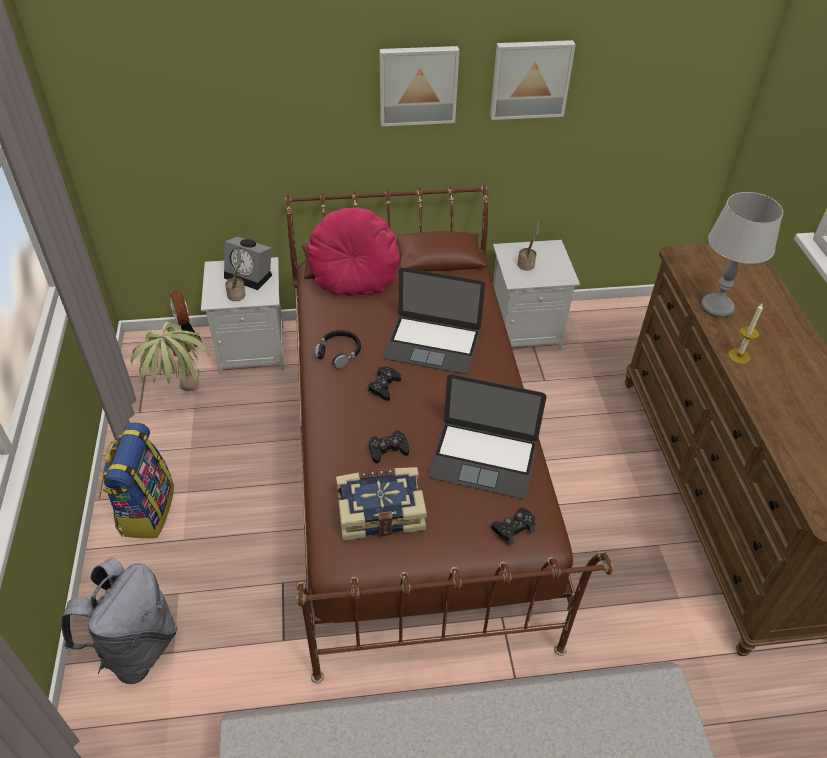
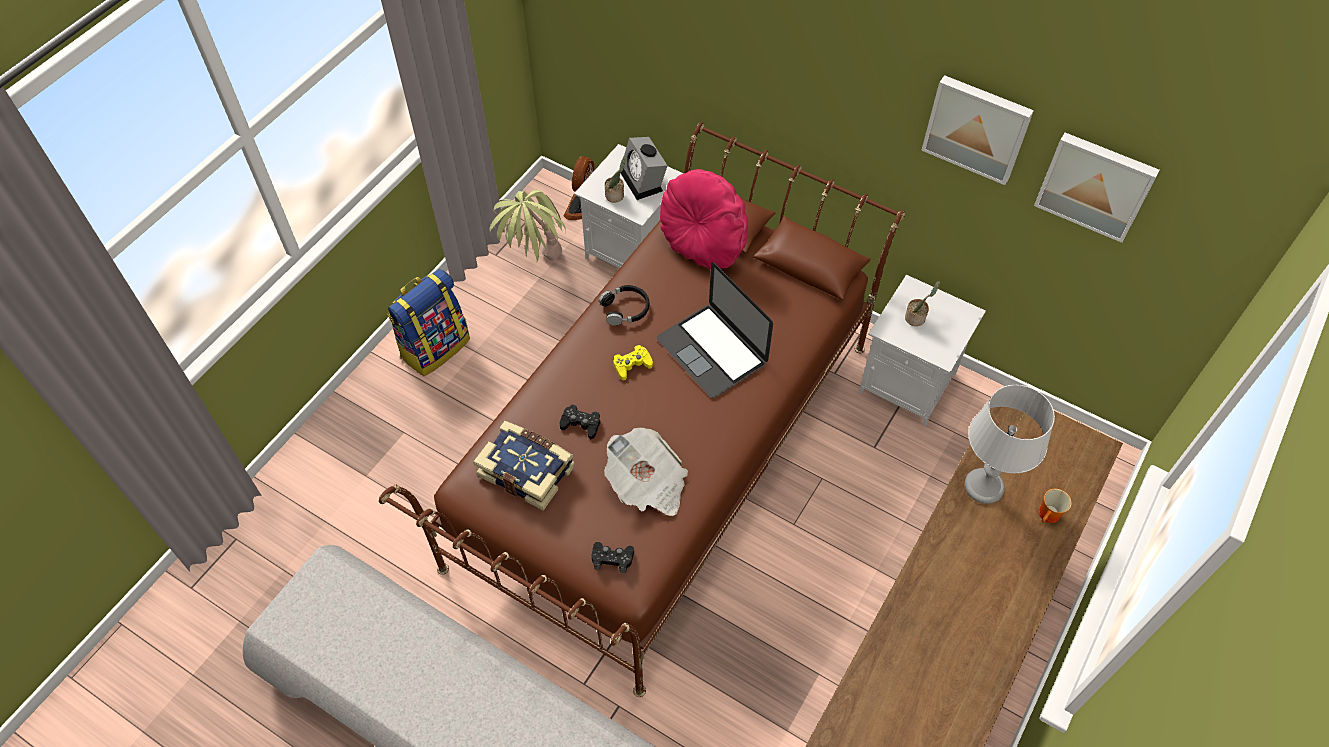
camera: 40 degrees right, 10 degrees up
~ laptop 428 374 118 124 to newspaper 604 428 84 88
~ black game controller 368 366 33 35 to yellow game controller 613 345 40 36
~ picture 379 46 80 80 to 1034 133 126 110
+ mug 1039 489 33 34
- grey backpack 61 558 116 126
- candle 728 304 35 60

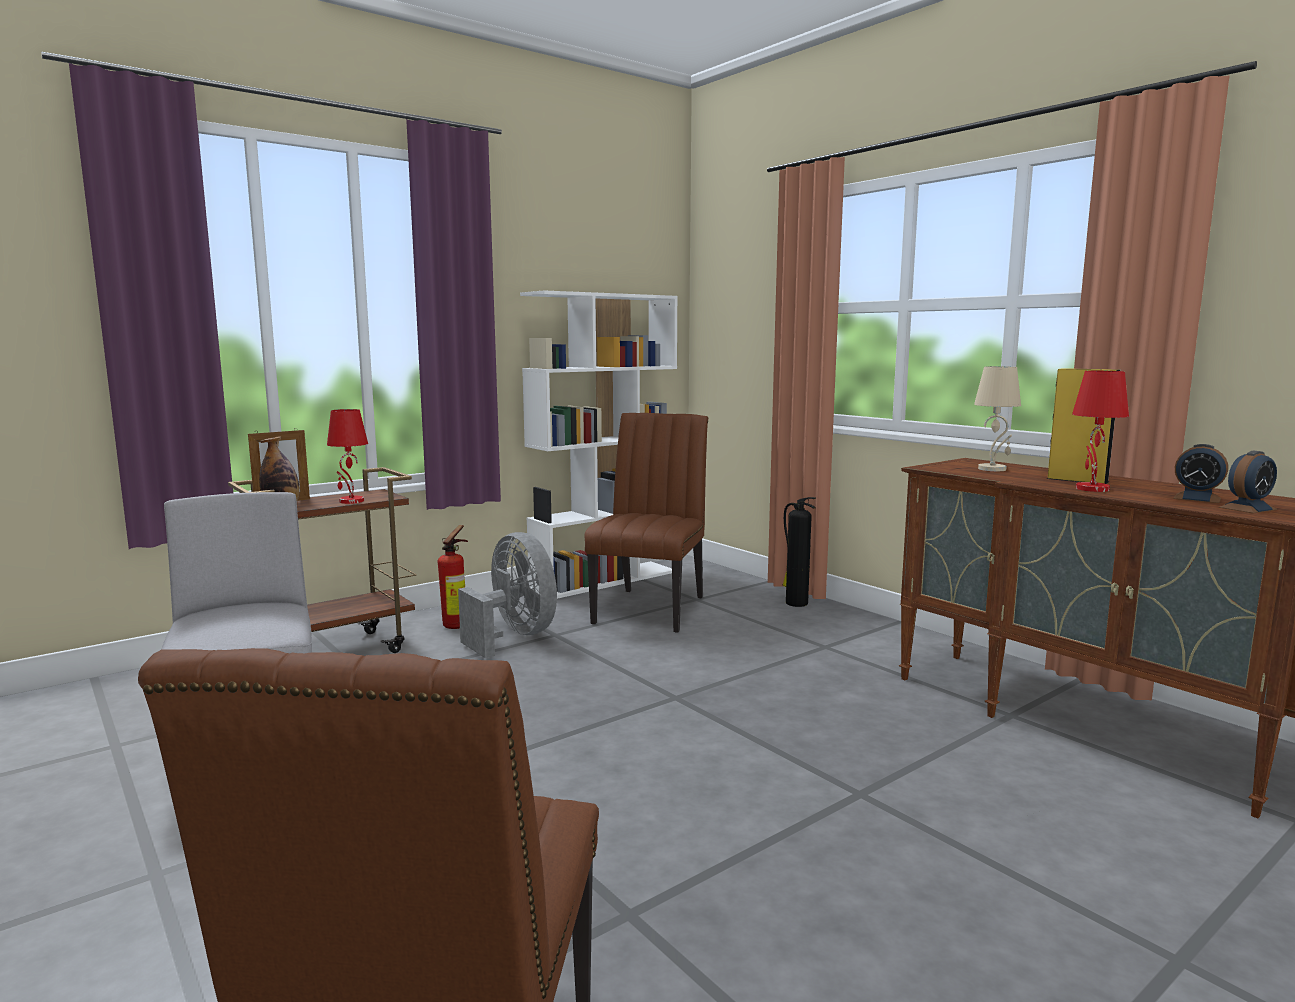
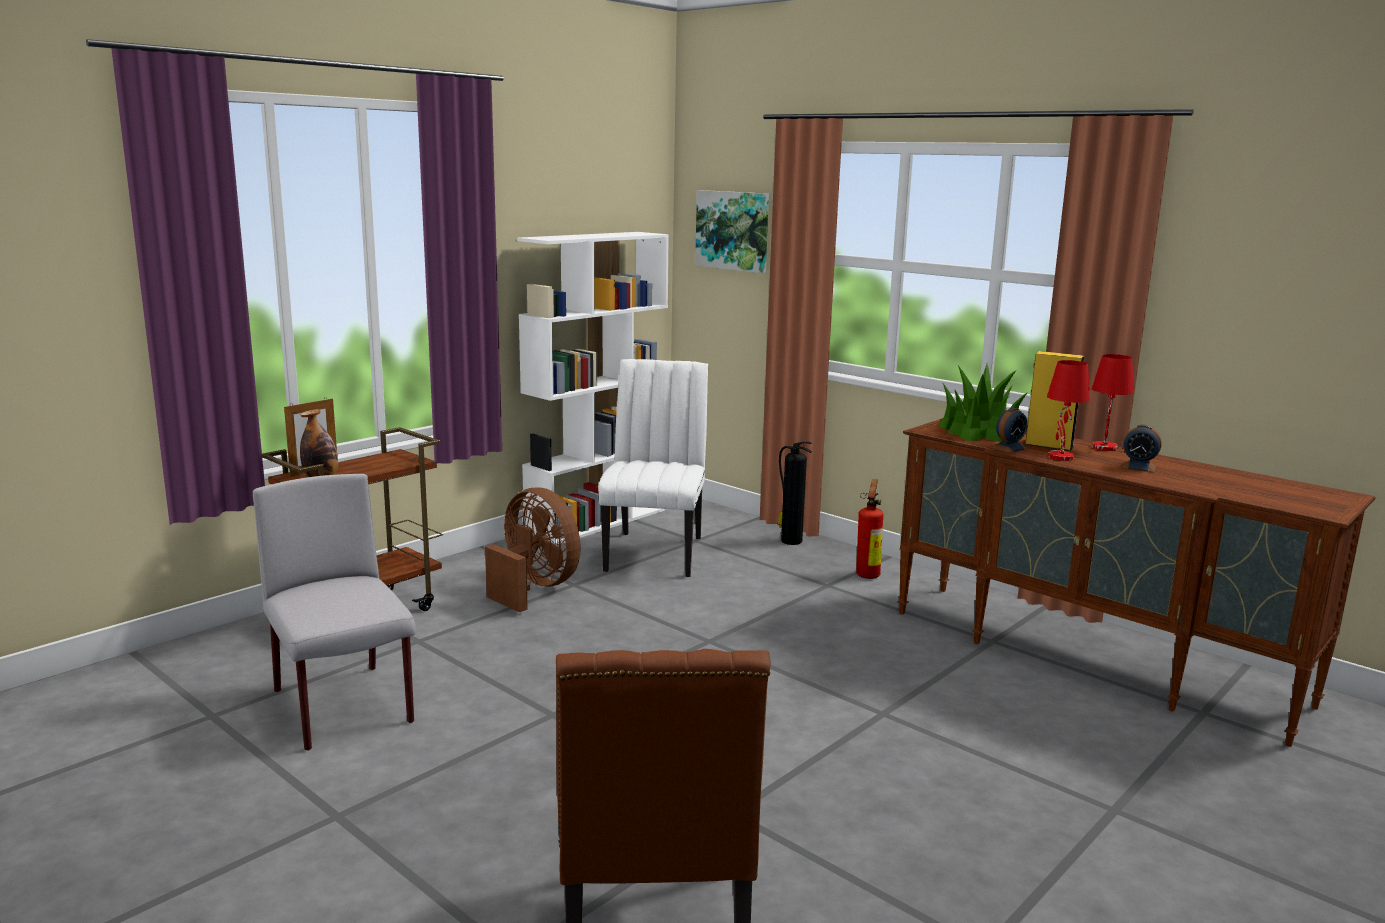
camera: 10 degrees left, 5 degrees up
~ grey fan 458 532 99 126 to brown fan 485 487 96 125
~ brown chair 584 413 124 220 to white chair 598 359 110 218
+ picture 695 190 74 83
~ fire extinguisher 438 525 30 104 to 856 479 27 100
~ beige table lamp 974 366 47 105 to potted plant 938 364 90 78
~ alarm clock 1219 451 58 63 to 991 408 37 45
~ red table lamp 327 409 41 95 to 1092 354 42 97

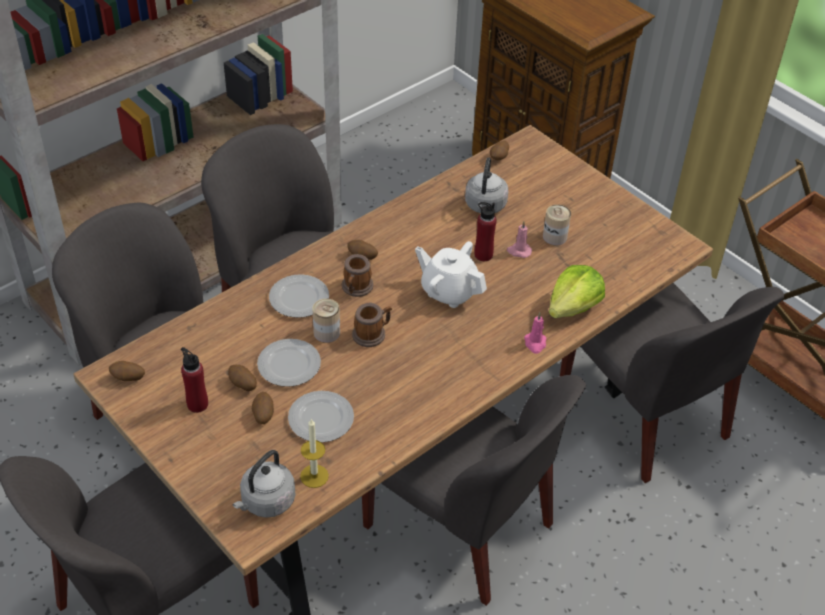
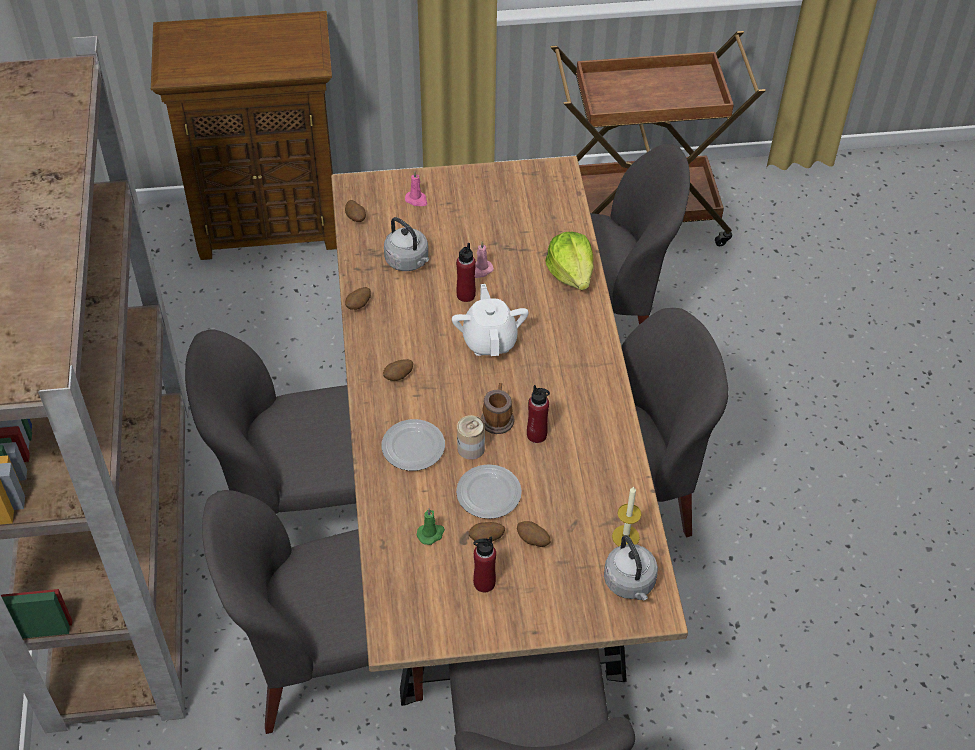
camera: 55 degrees left, 5 degrees up
~ potato 109 361 36 20 to 345 287 26 23
~ pink candle 524 313 22 41 to 405 171 22 35
+ green candle 417 508 28 37
~ white teapot 415 241 72 67 = 452 284 77 72 105 degrees clockwise
+ red bottle 527 385 23 58
- plate 288 391 66 52
- mug 342 254 32 43
- can 543 204 28 41

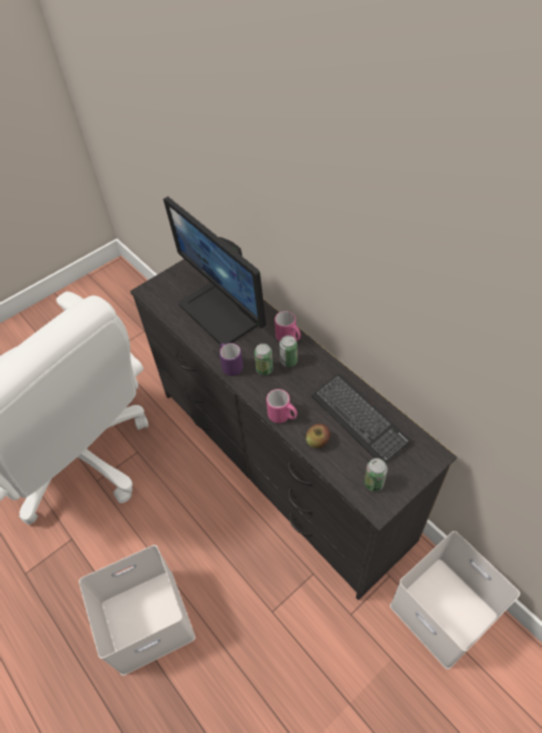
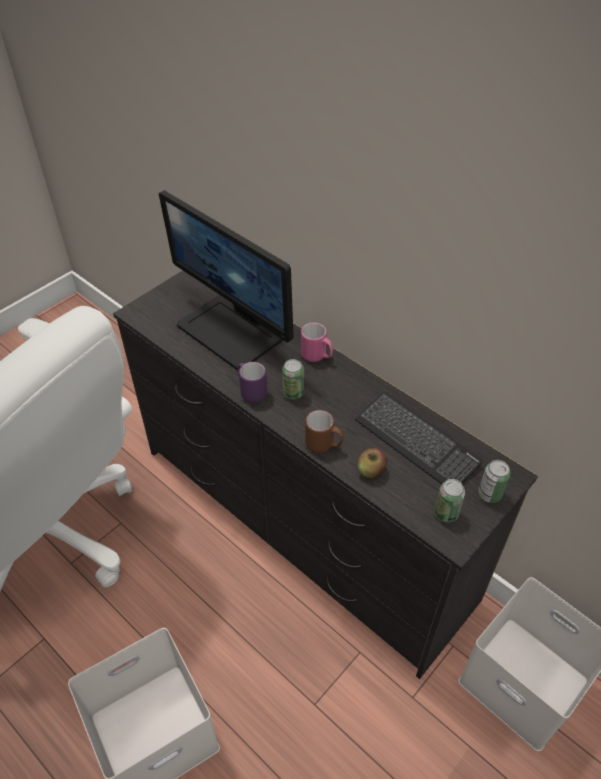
camera: 10 degrees left, 5 degrees down
~ pink mug 266 389 31 34 to brown mug 305 410 39 43
~ can 279 335 19 32 to 478 460 32 43

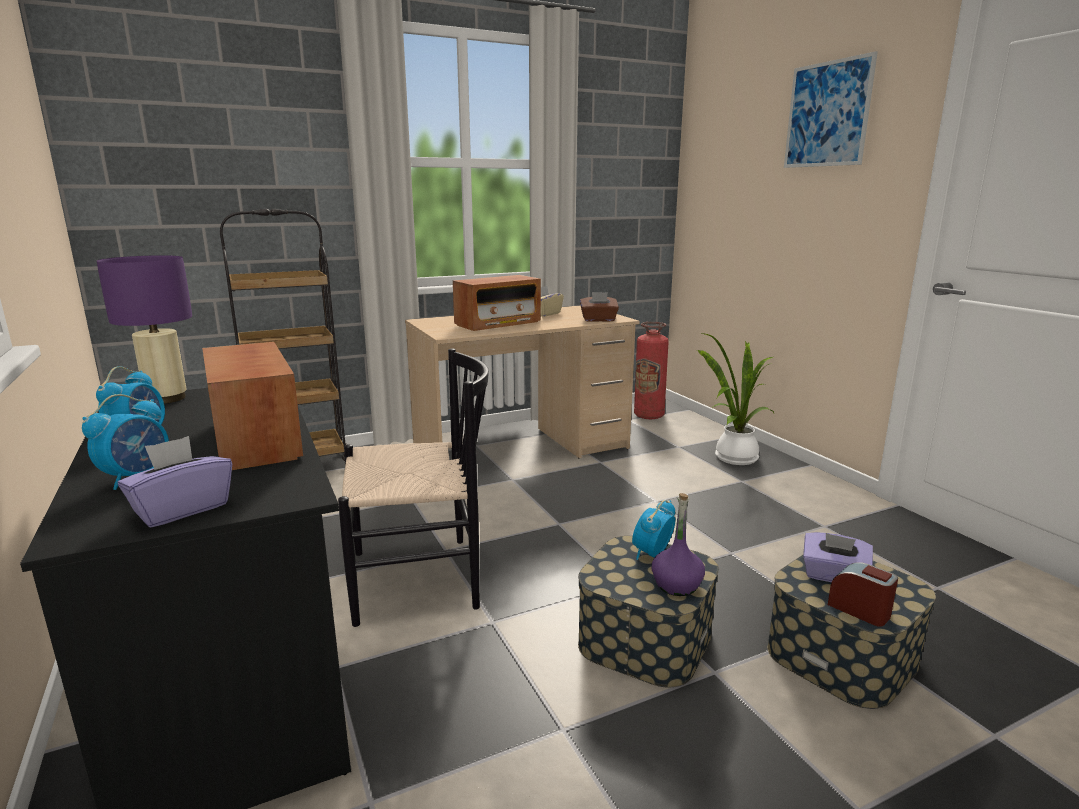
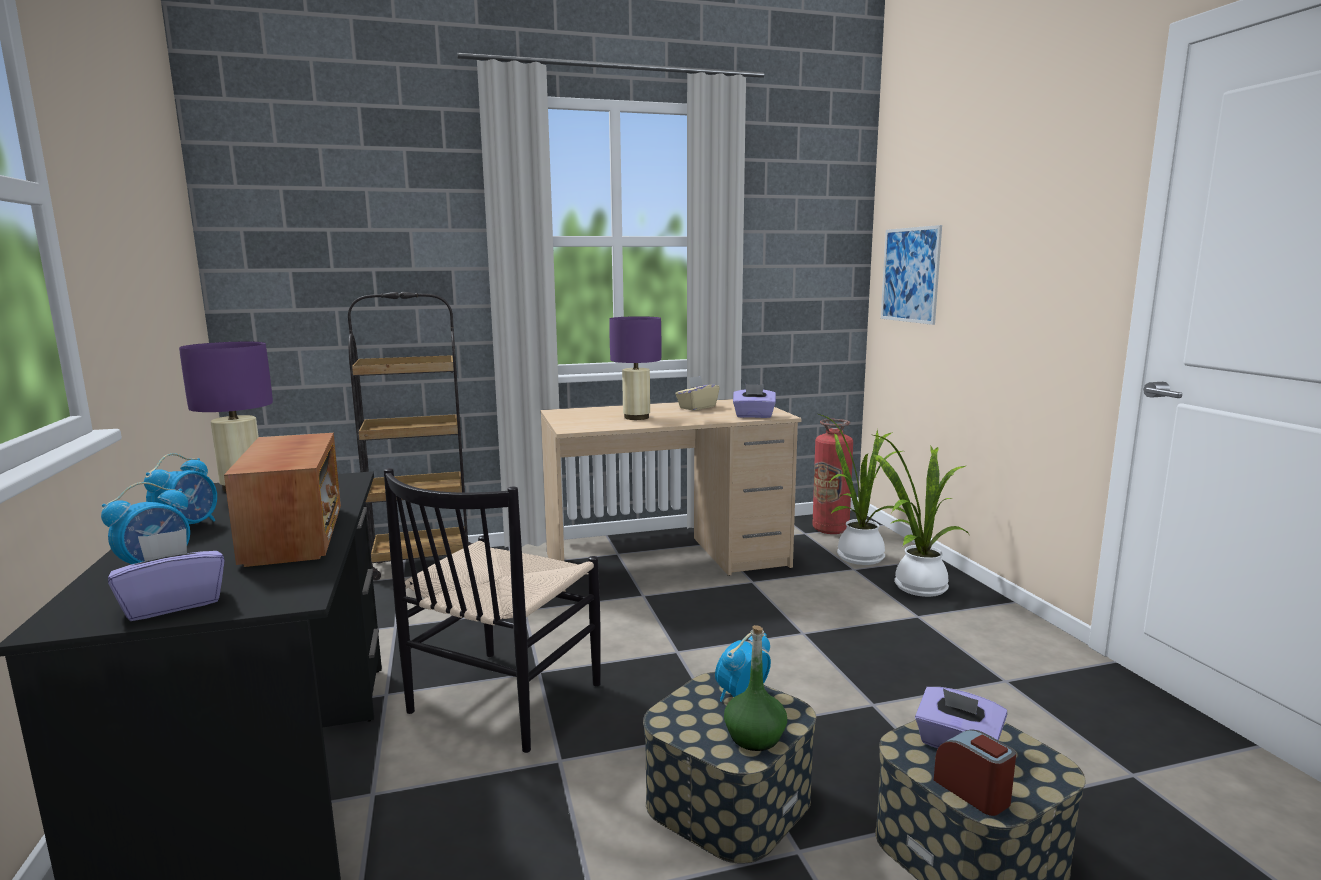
camera: 10 degrees right, 5 degrees down
~ black chair 338 348 151 279 = 384 468 217 285 120 degrees clockwise
~ radio 453 275 88 56 to purple table lamp 609 316 52 104
~ purple bottle 651 493 54 103 to green bottle 724 625 63 126
~ brown tissue box 580 292 39 30 to purple tissue box 733 384 43 34
+ potted plant 819 414 87 151
~ picture 784 51 94 117 to 881 225 61 100

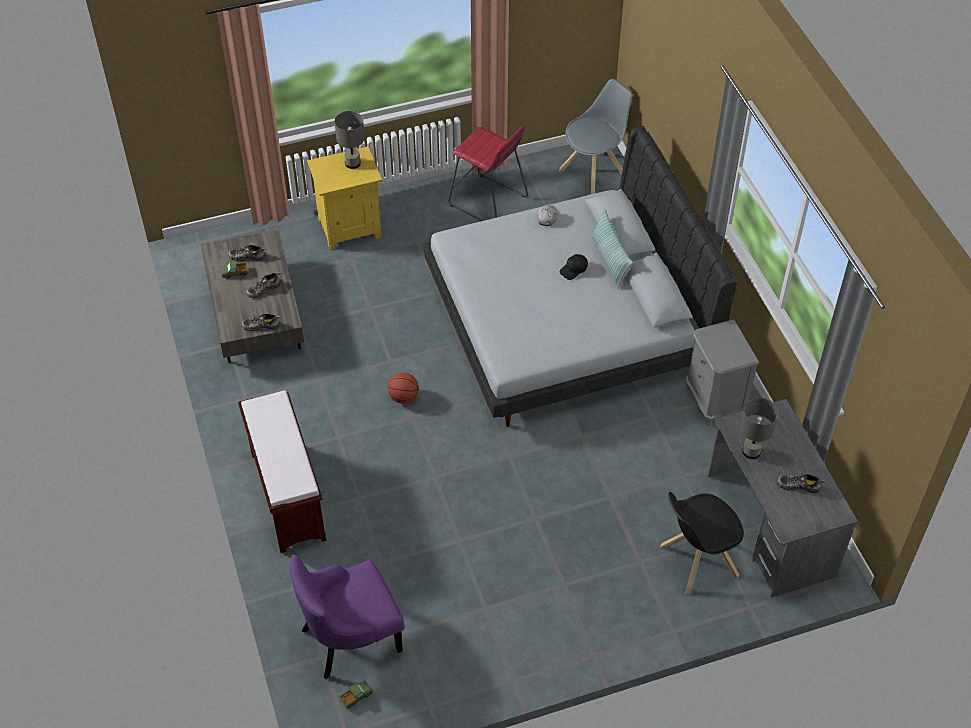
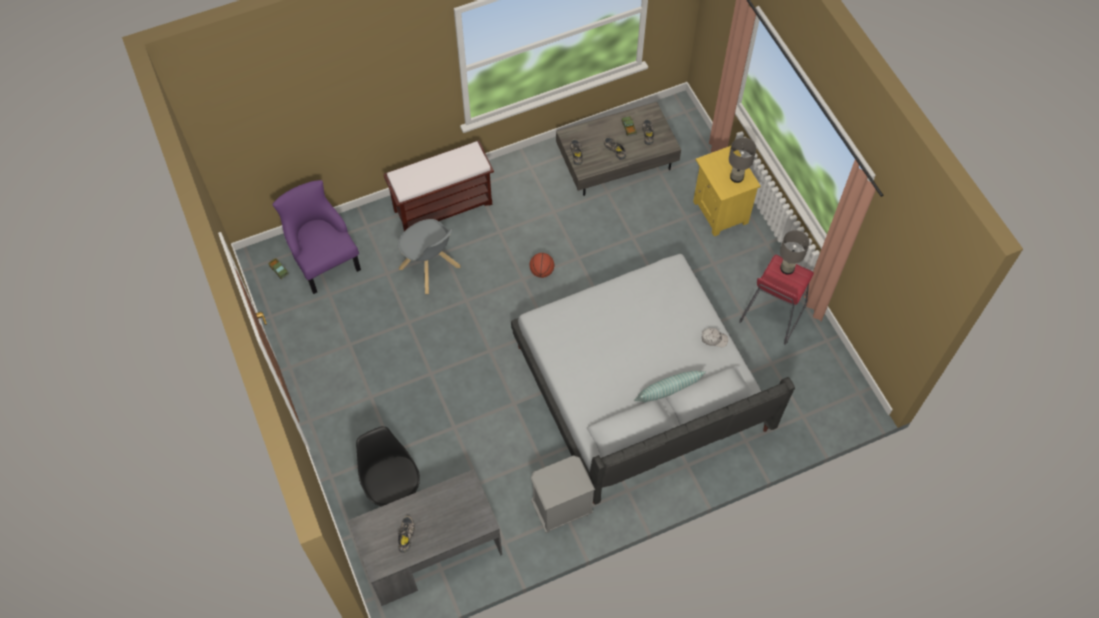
camera: 85 degrees right, 10 degrees up
~ grey chair 559 79 73 115 to 397 219 64 75
~ grey table lamp 741 398 37 61 to 780 230 30 45
- black cap 560 254 28 26

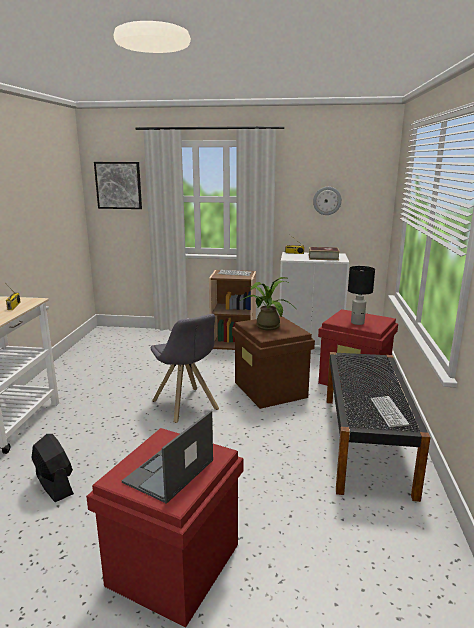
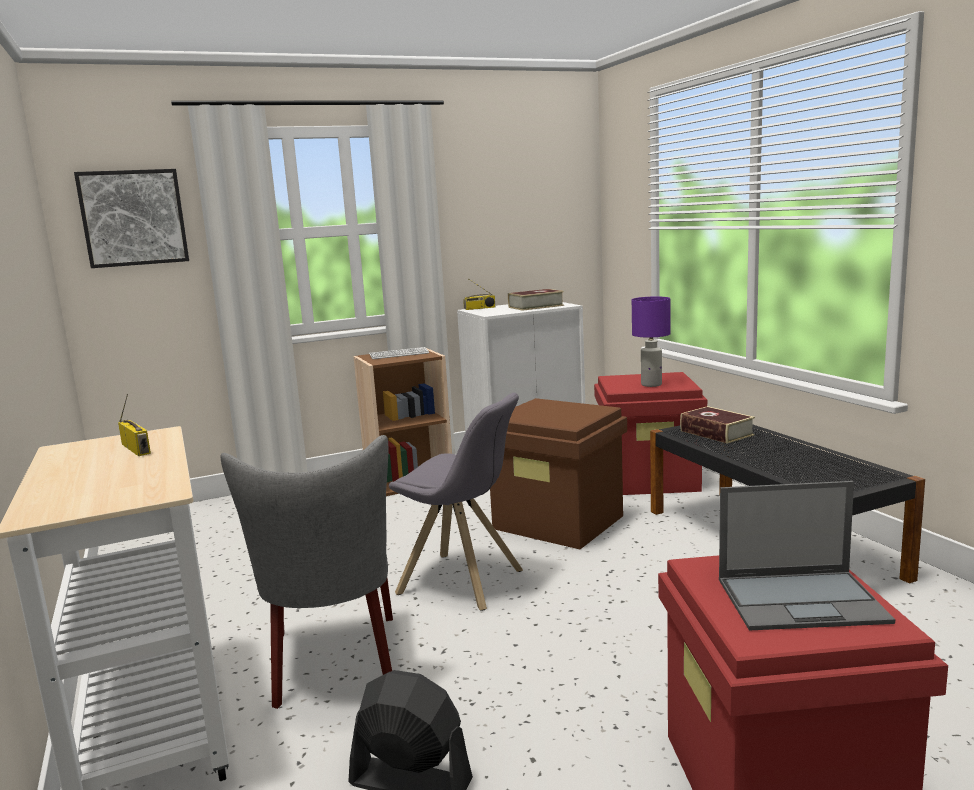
camera: 30 degrees left, 5 degrees down
+ grey chair 221 435 172 274
~ black table lamp 348 266 27 59 to purple table lamp 632 296 38 91
+ book 680 406 75 38
~ laptop 122 410 91 94 = 719 481 176 149 90 degrees counterclockwise
- potted plant 240 277 53 53
- wall clock 313 187 29 28
- keyboard 371 396 38 31

